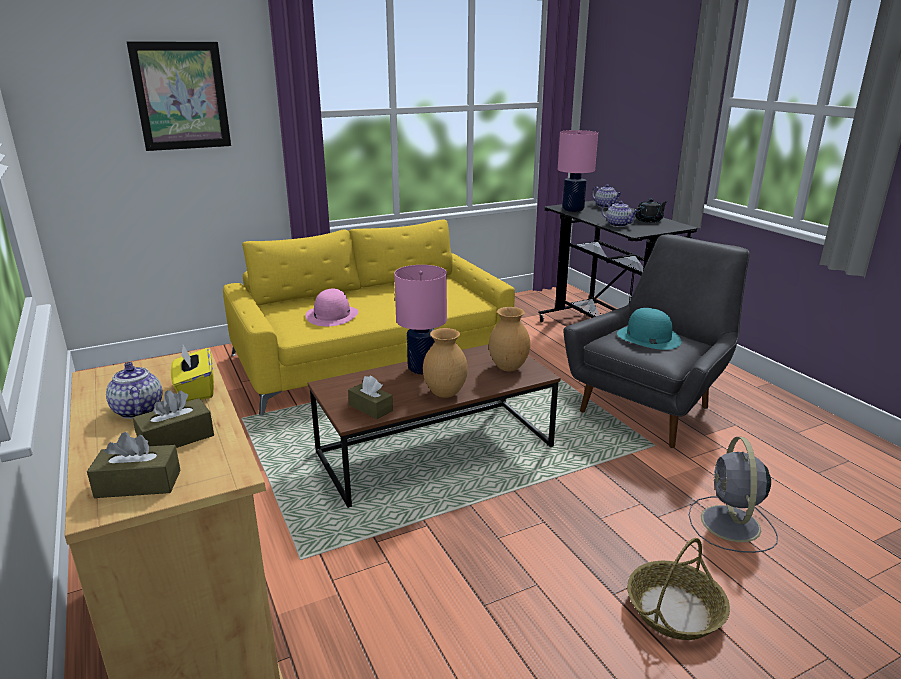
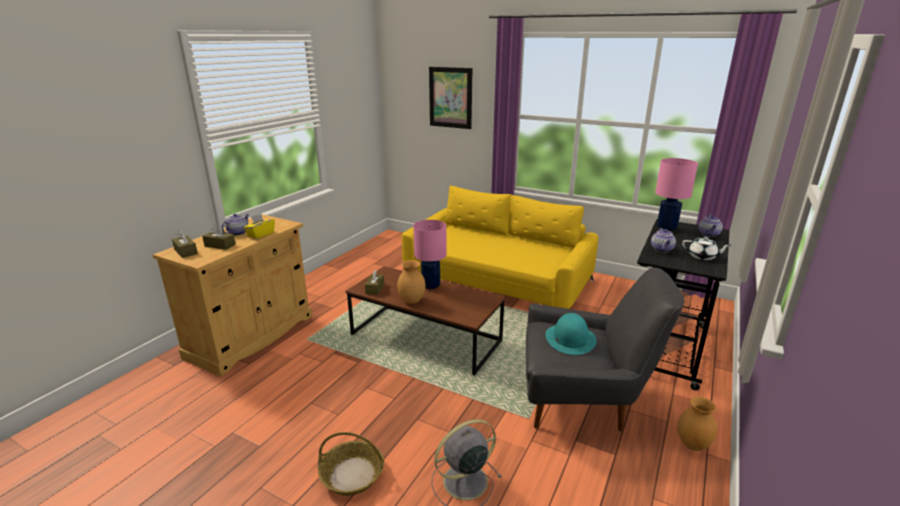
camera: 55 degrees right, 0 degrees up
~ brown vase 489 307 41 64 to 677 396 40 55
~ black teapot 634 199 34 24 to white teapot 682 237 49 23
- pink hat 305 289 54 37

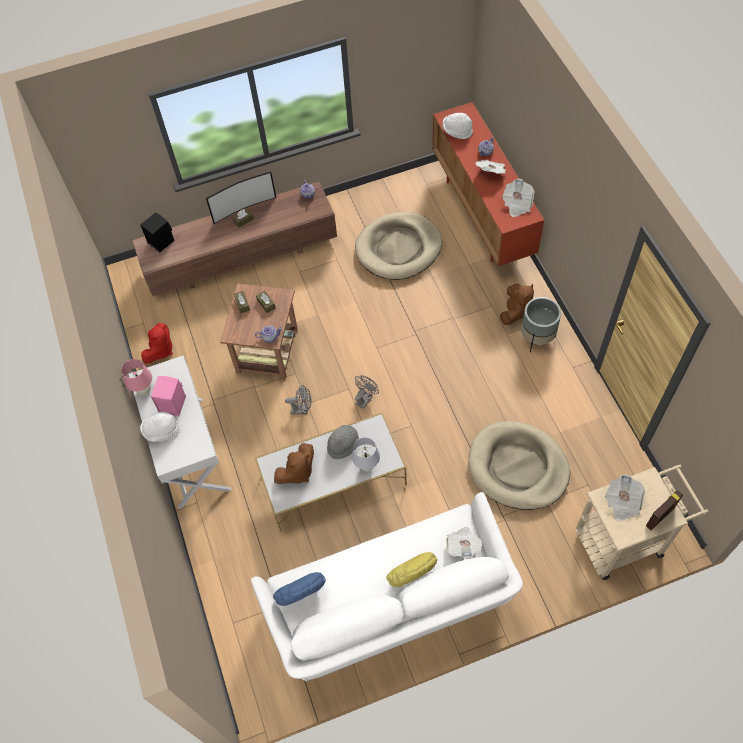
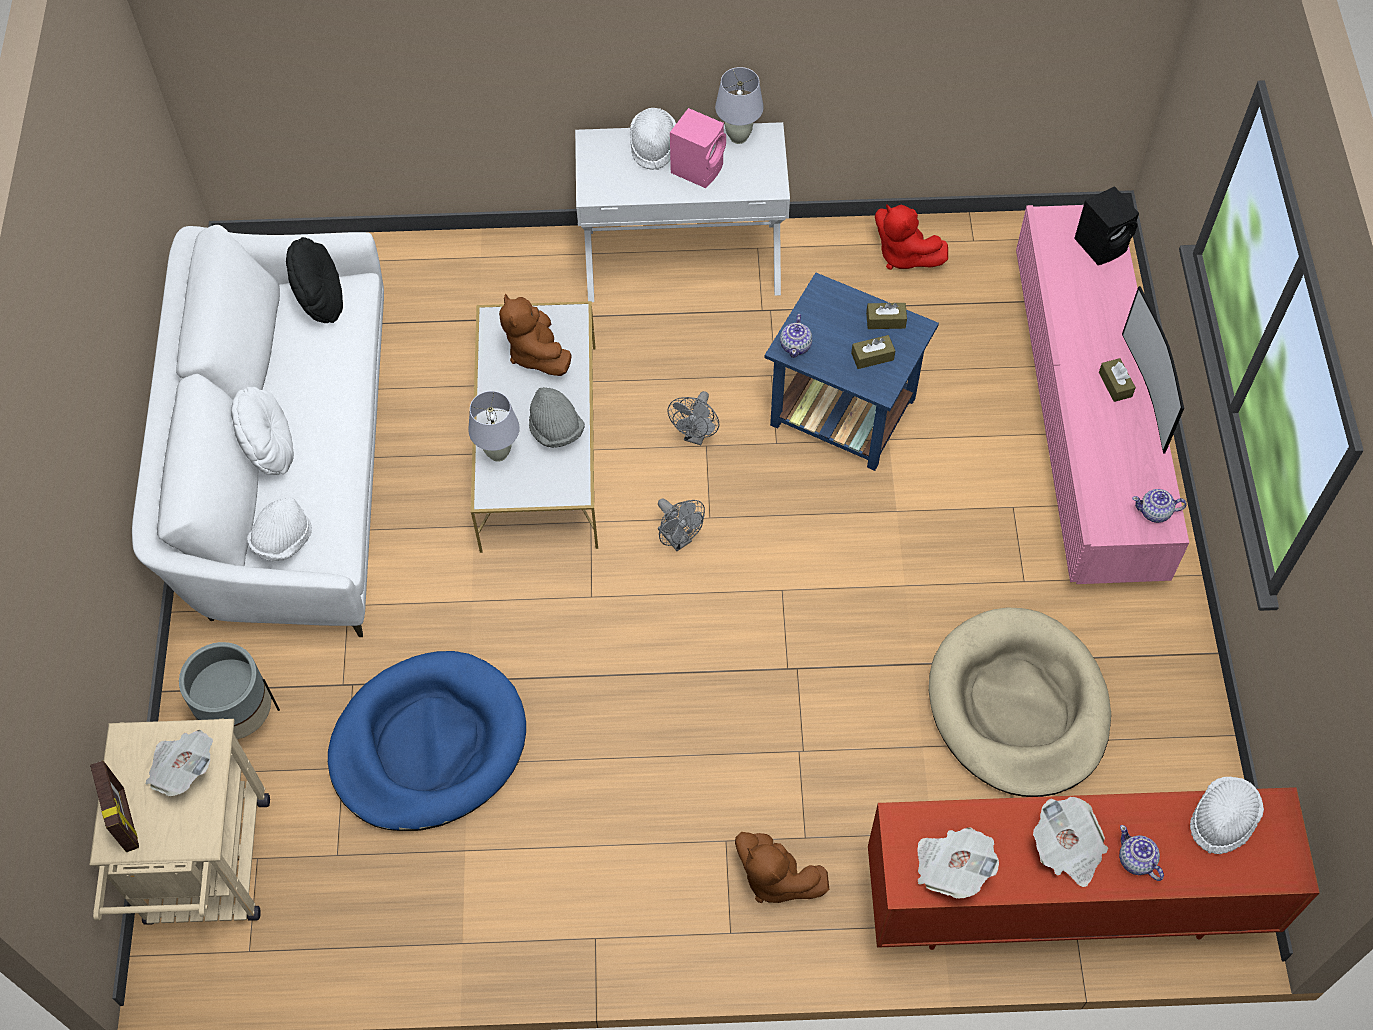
camera: 105 degrees right, 0 degrees up
~ grey planter 521 297 40 55 to 179 642 101 97
~ yellow pillow 386 552 51 35 to white pillow 231 387 63 88
~ newspaper 446 527 37 32 to white hat 247 498 65 63
~ blue pillow 273 572 53 34 to black pillow 286 237 57 86
~ beige dog bed 468 421 102 89 to blue dog bed 328 651 198 180
~ pink table lamp 121 359 31 37 to white table lamp 715 67 49 77
~ brown side table 220 284 78 96 to blue side table 764 273 175 198
~ brown tv stand 132 182 205 114 to pink tv stand 1016 205 173 379

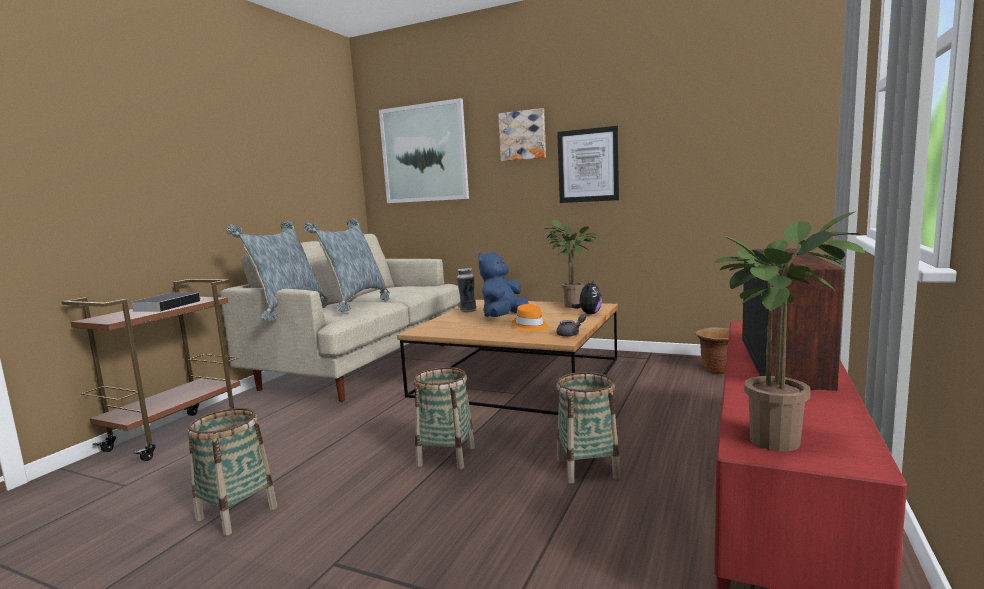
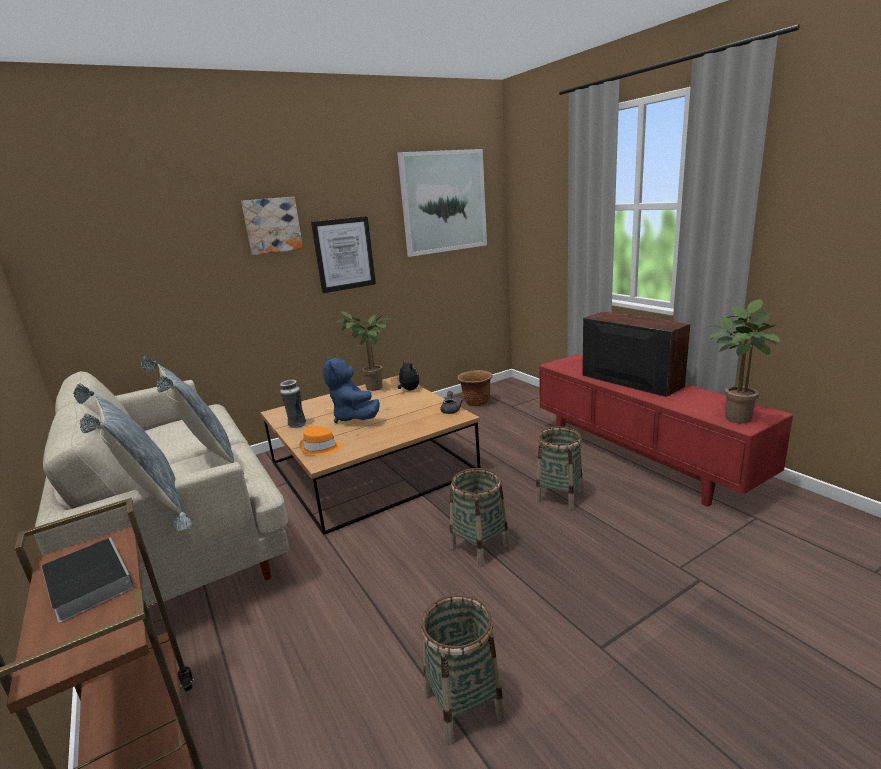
camera: 55 degrees left, 10 degrees up
~ orange hat 512 304 36 27 to 299 425 43 31
~ picture 379 98 90 105 to 397 149 90 108

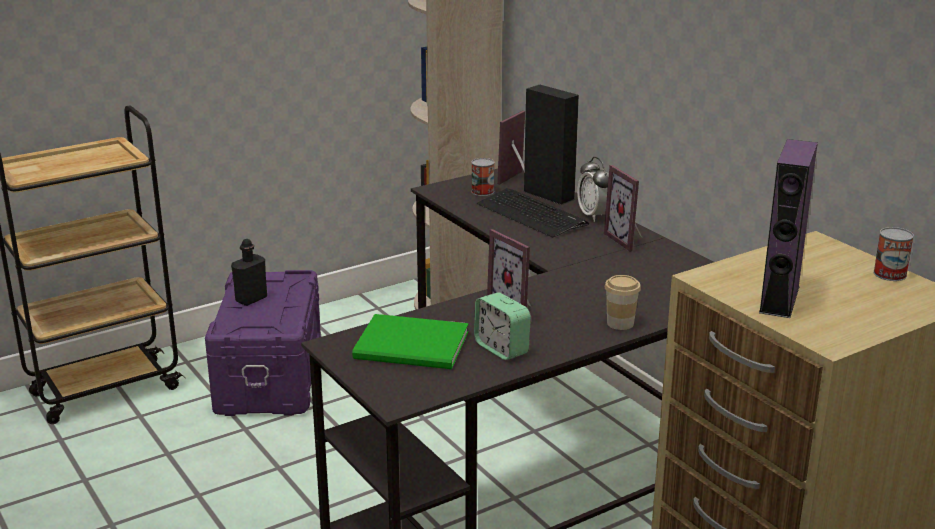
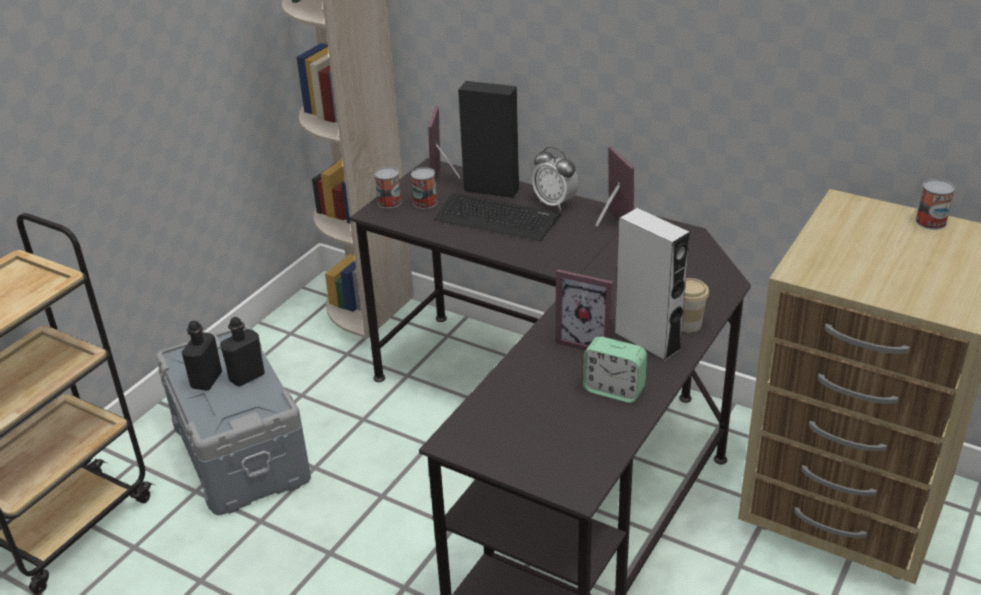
camera: 25 degrees left, 10 degrees up
~ purple storage box 205 270 116 146 to grey storage box 156 325 155 190
+ black bottle 220 317 45 70
+ can 375 167 27 41
~ picture frame 604 165 38 87 = 595 146 39 81 150 degrees counterclockwise
+ grey speaker 614 208 76 153
- green book 352 314 116 55
- purple speaker 759 139 59 179

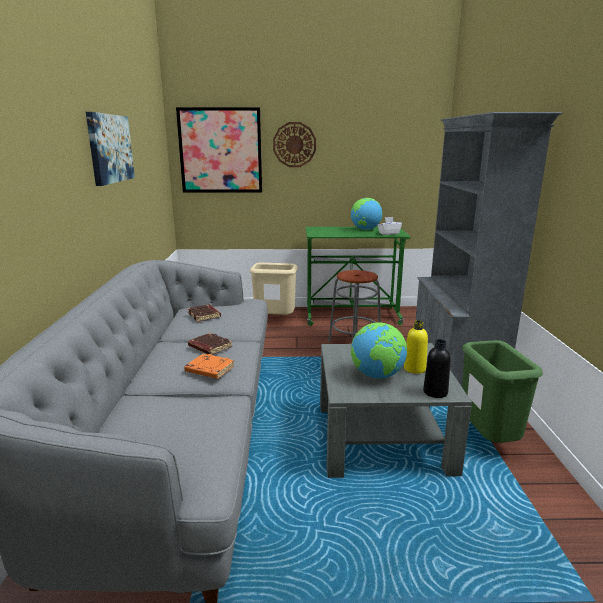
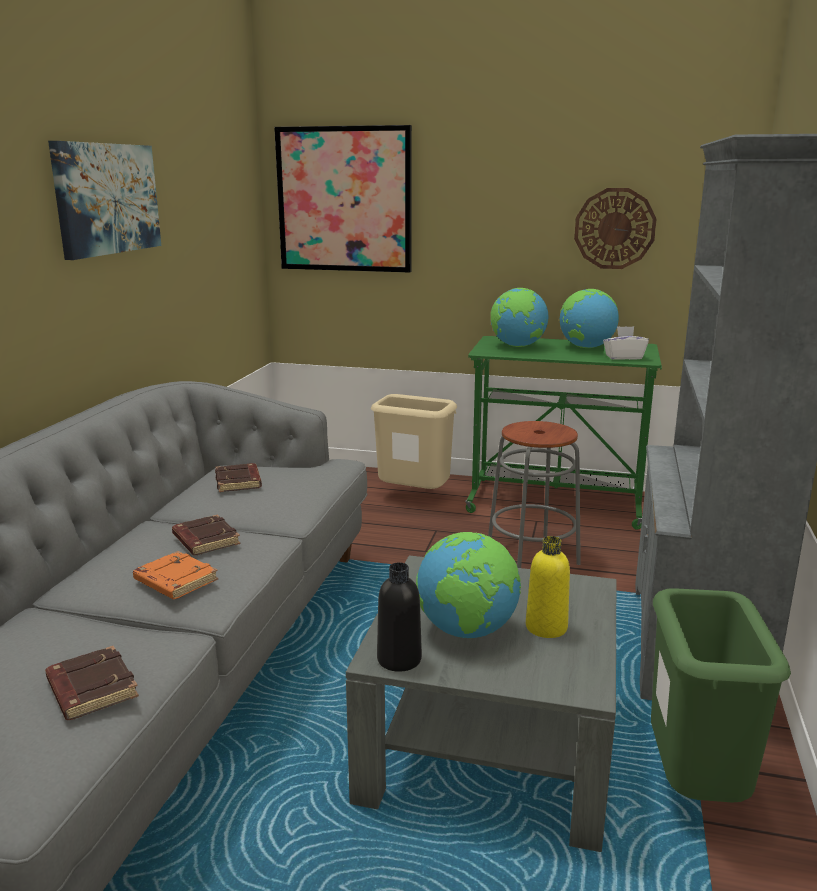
camera: 15 degrees right, 0 degrees up
+ brown book 45 646 94 74
~ black bottle 423 339 28 59 to 377 562 45 110
+ globe 491 288 57 59
~ wall clock 273 122 43 45 to 574 188 82 81

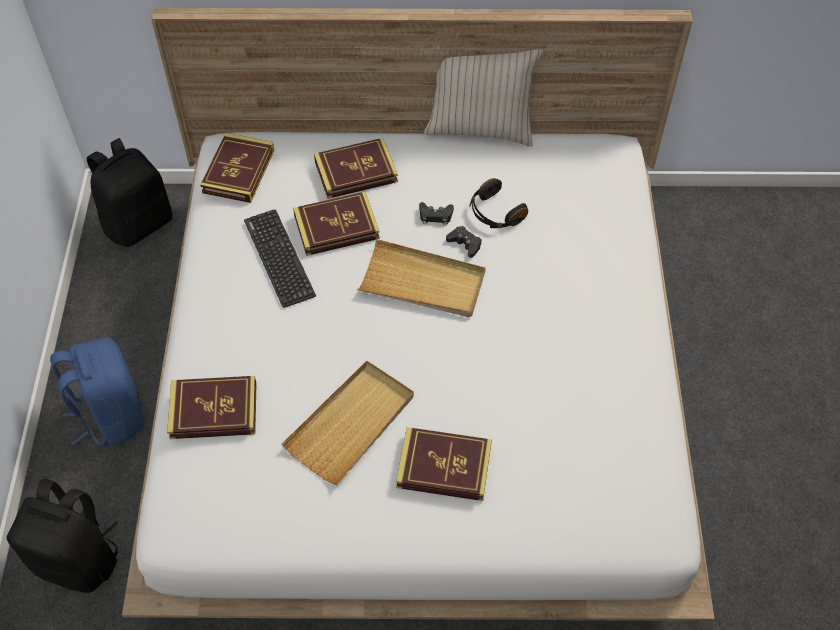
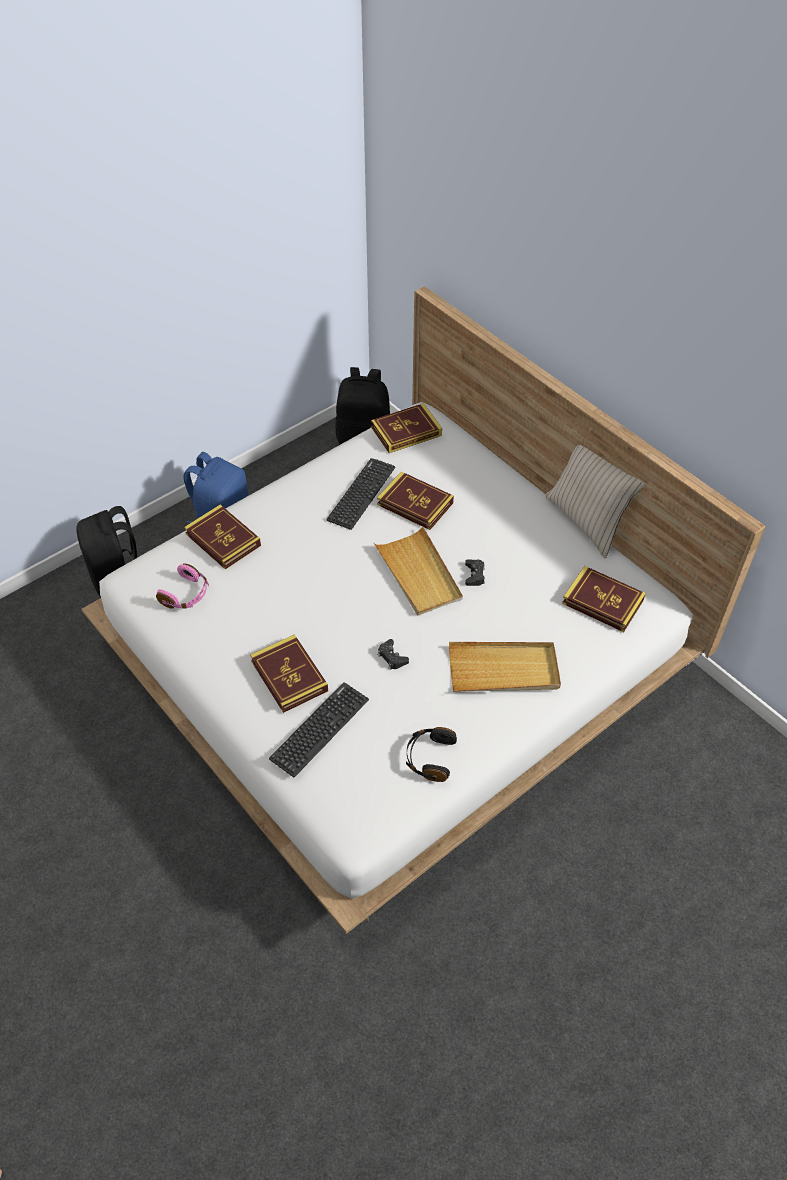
camera: 50 degrees right, 5 degrees down
+ pink headphones 156 563 53 46
+ keyboard 269 682 100 95
~ black game controller 419 202 35 24 to 378 639 31 31
~ black headphones 469 178 59 50 to 406 727 51 55
~ beige tray 282 361 132 124 to 449 642 112 50
~ book 314 138 84 61 to 562 566 84 66

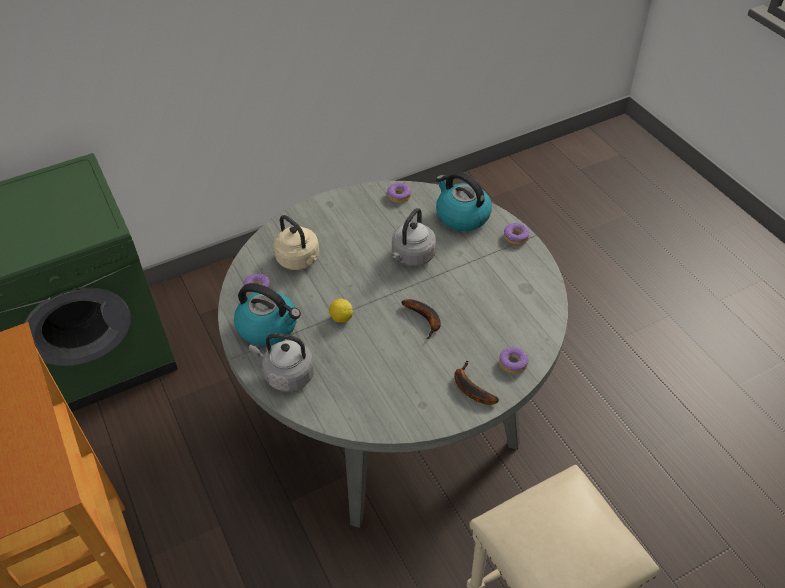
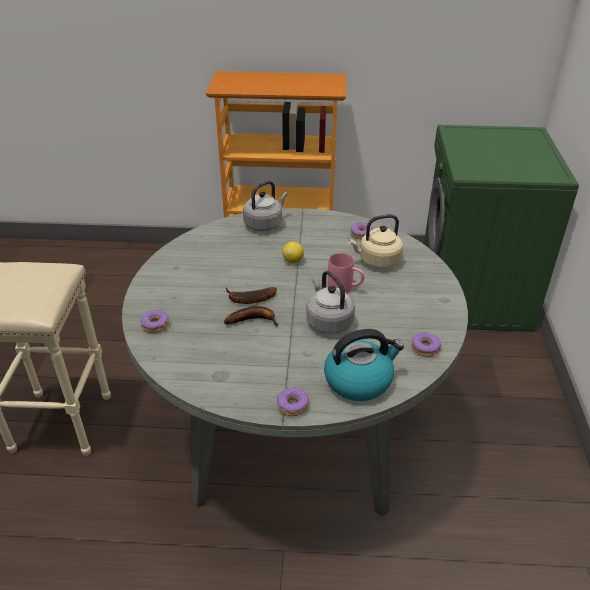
camera: 120 degrees right, 10 degrees down
~ banana 454 360 45 45 to 224 306 55 21
+ pink mug 328 253 36 40
- kettle 234 283 67 63

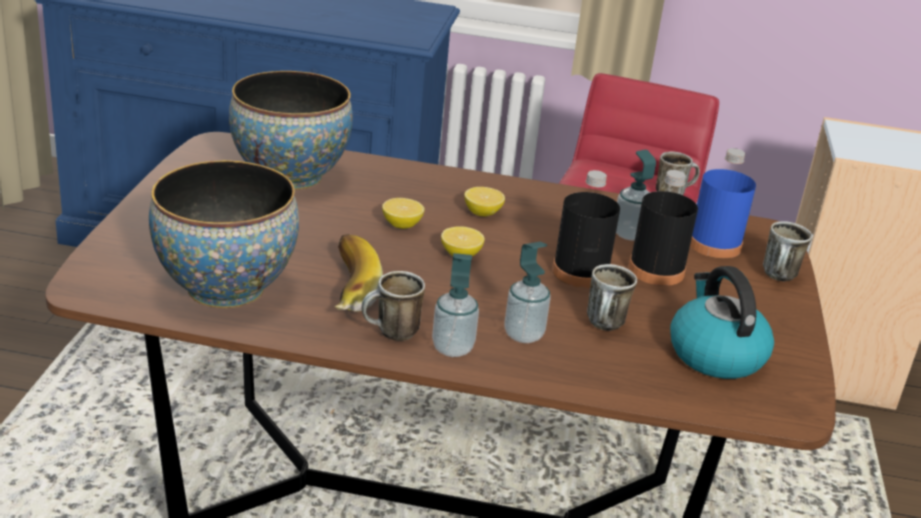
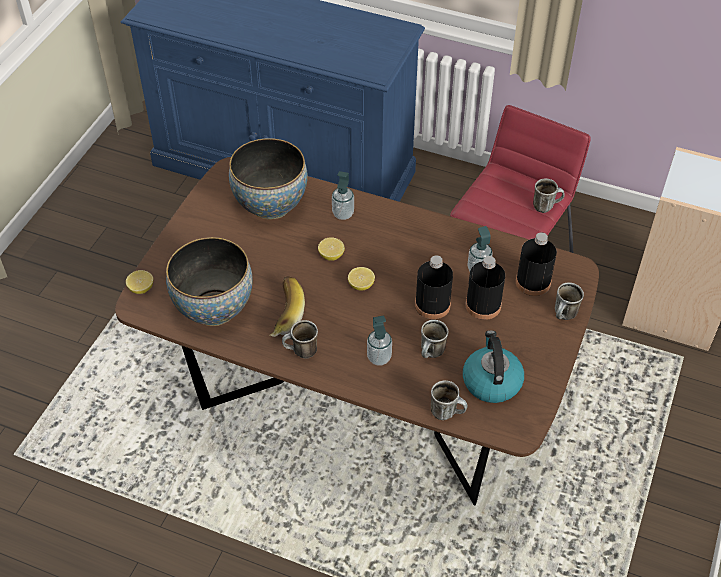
camera: 15 degrees right, 20 degrees up
~ lemon 464 187 41 29 to 126 270 27 24
~ soap dispenser 432 253 47 104 to 332 171 22 49
+ mug 431 381 37 39
~ blue bottle 690 148 66 111 to black bottle 516 232 41 64

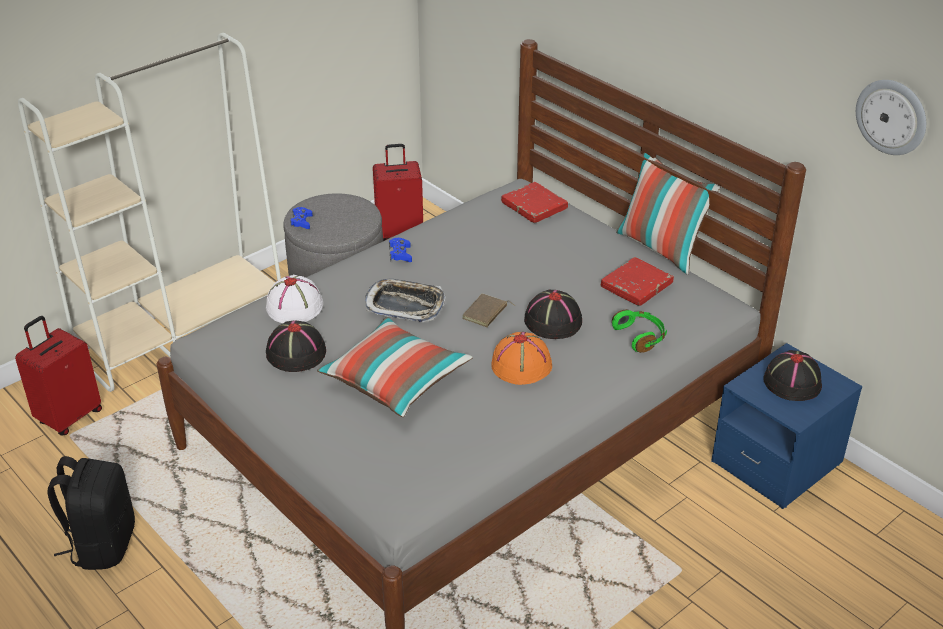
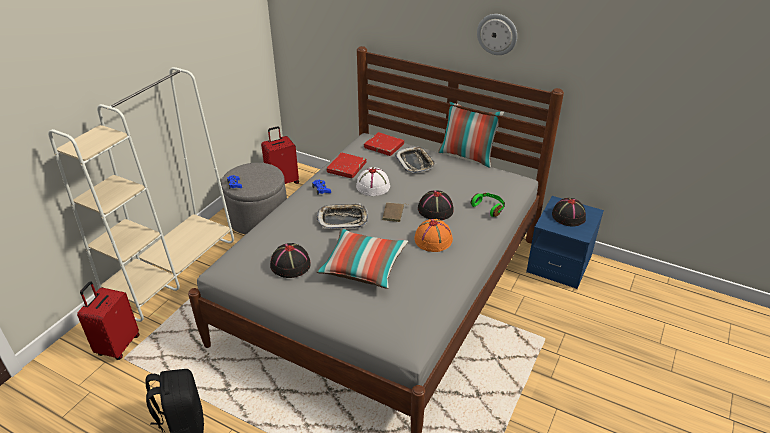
camera: 20 degrees left, 0 degrees up
~ red book 601 257 73 49 to 326 153 40 25
~ white hat 266 275 57 48 to 356 167 34 29
+ tray 395 147 41 26
~ wall clock 856 80 70 75 to 477 14 40 41

